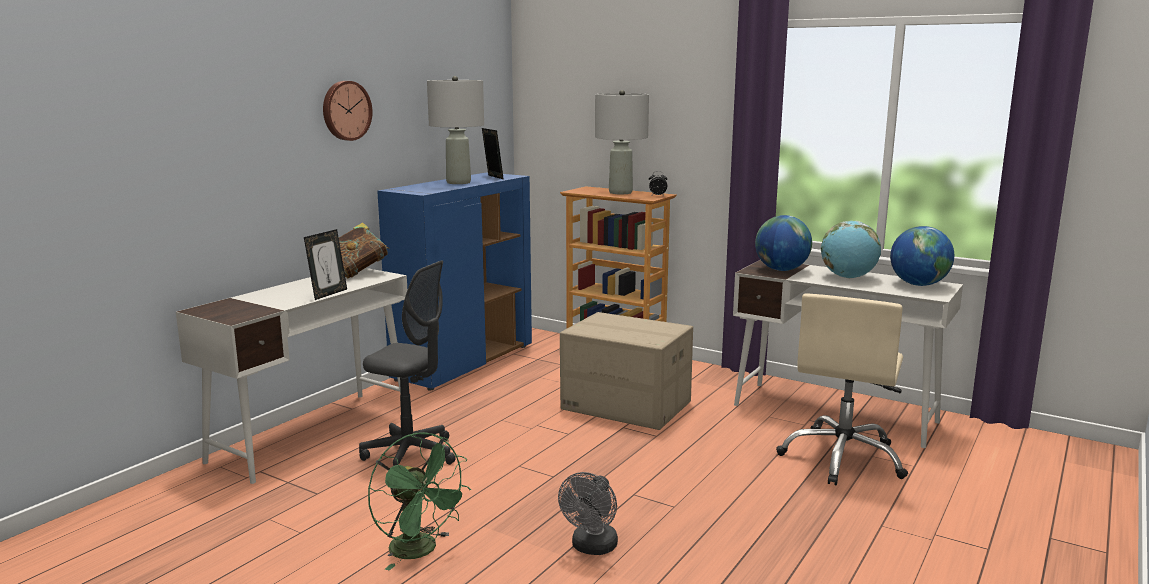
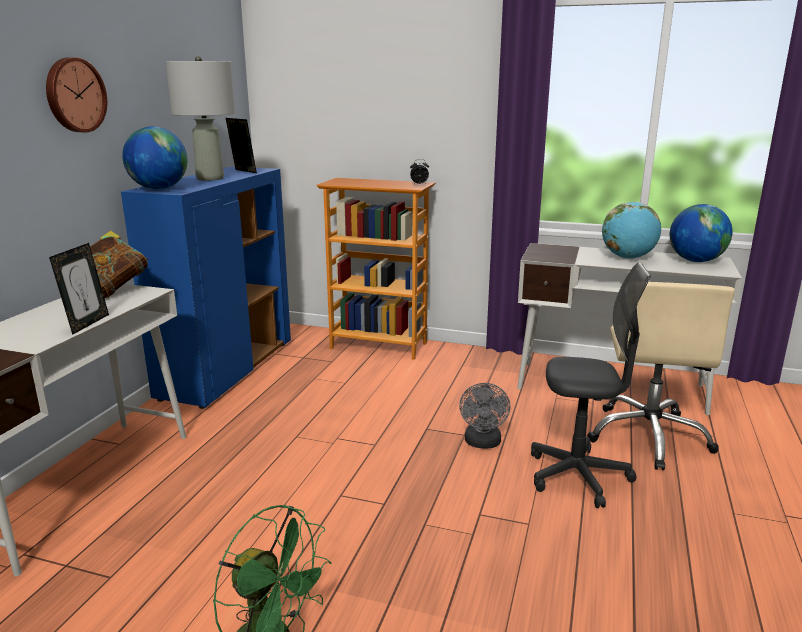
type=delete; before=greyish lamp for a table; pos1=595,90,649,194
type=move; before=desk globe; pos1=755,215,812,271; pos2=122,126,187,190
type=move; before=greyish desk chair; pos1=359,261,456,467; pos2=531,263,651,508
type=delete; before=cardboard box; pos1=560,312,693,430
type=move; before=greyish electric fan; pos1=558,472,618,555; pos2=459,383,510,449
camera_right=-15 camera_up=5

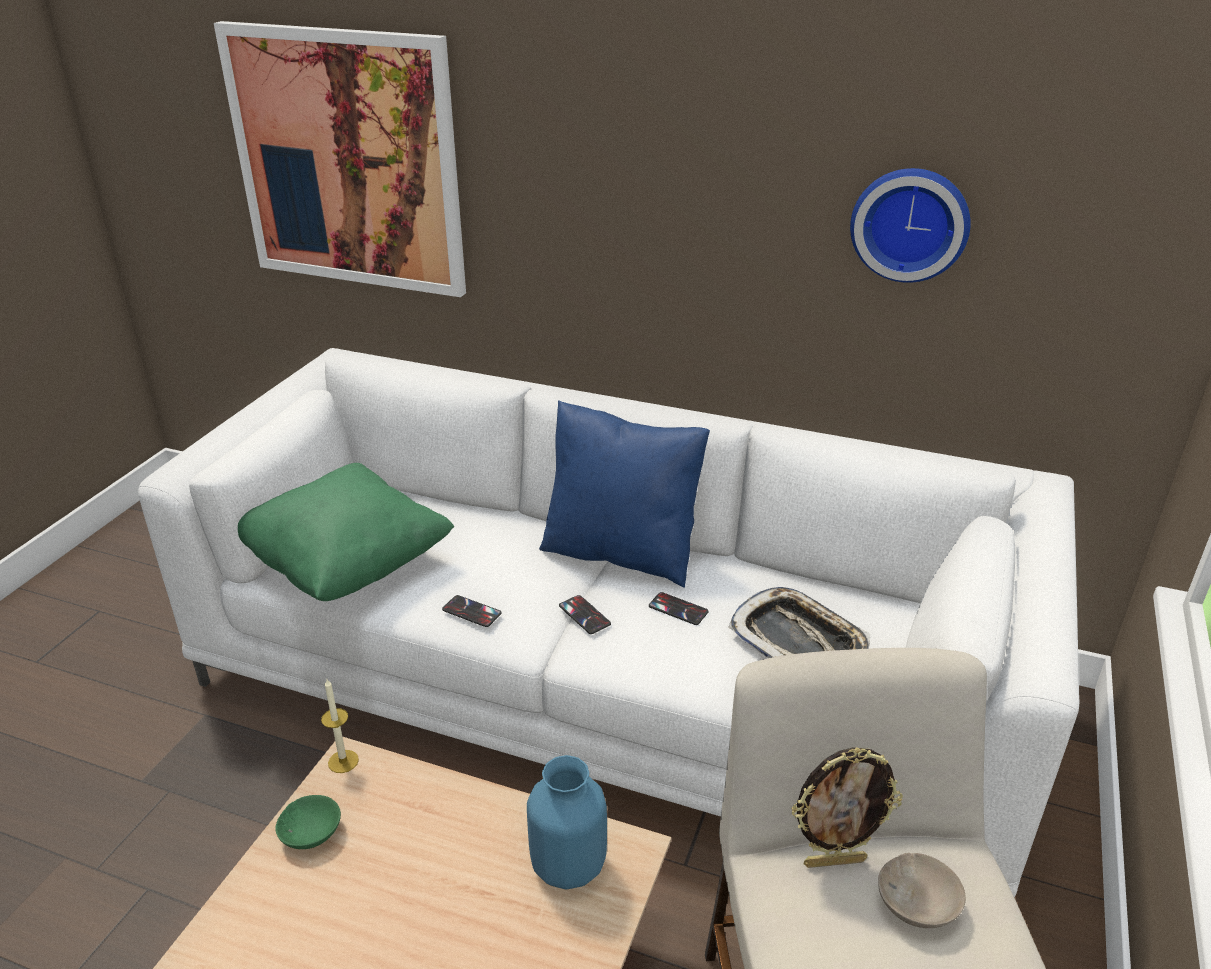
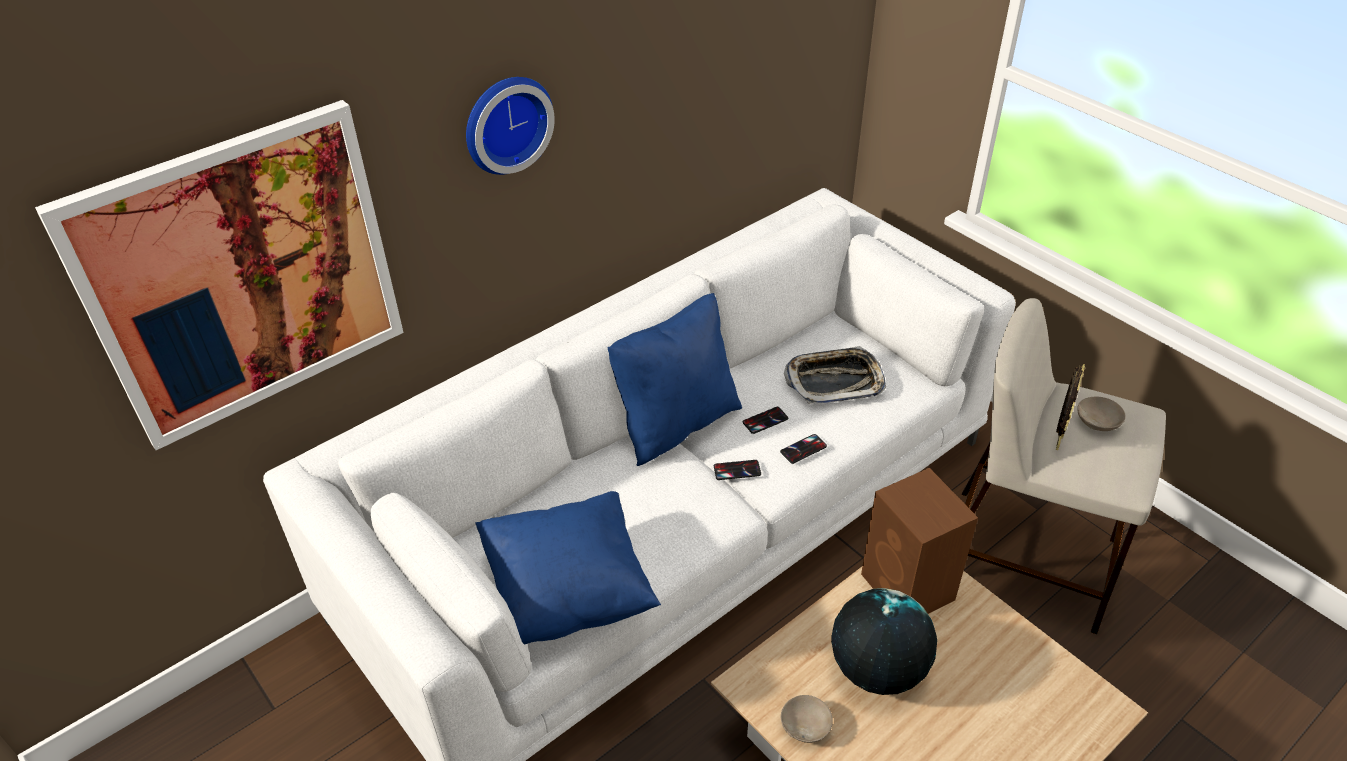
type=move; before=wall clock; pos1=850,168,971,283; pos2=466,77,555,175
type=recolor; before=greenish cushion; after=bluish cushion; pos1=238,463,454,601; pos2=475,491,661,645
type=move; before=handset; pos1=442,595,501,627; pos2=780,434,827,464
type=delete; before=wax light; pos1=321,679,359,773
type=replace; before=bluish decorative vase; after=brown-coloured audio speaker; pos1=527,755,607,889; pos2=861,468,978,614
type=recolor; before=greenish deep dish; after=sand-coloured deep dish; pos1=275,795,341,849; pos2=781,695,833,743
type=insert; after=desk globe; pos2=831,588,937,695
camera_right=-60 camera_up=10

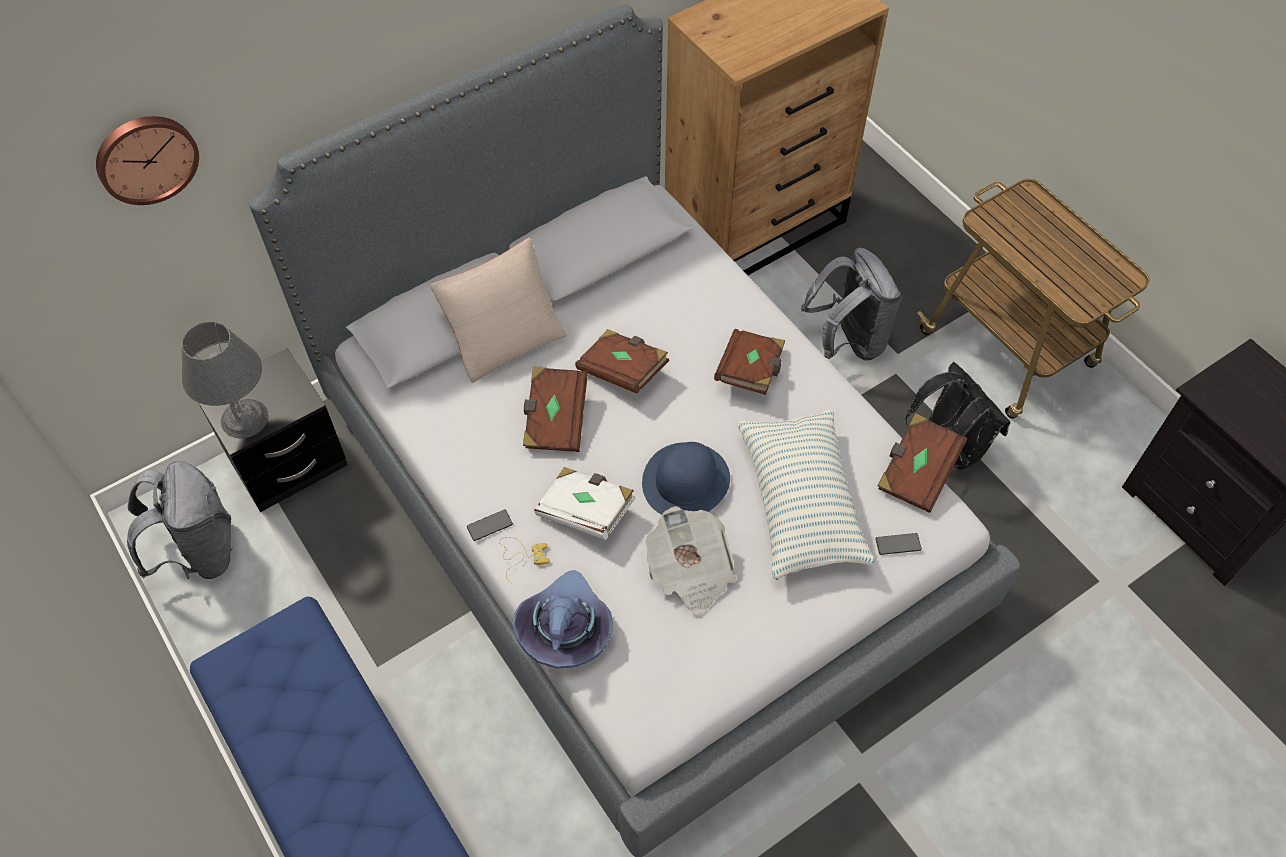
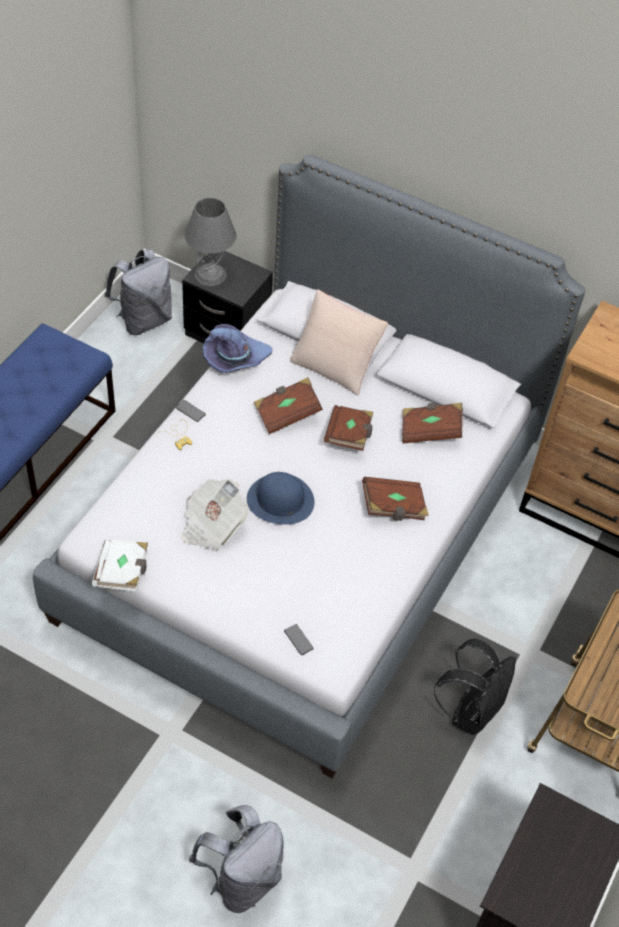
type=delete; before=wall clock; pos1=96,116,199,205
type=move; before=greyish backpack; pos1=801,248,902,361; pos2=189,805,284,913
type=delete; before=cushion; pos1=737,410,876,580
type=move; before=brown-coloured bound book; pos1=877,413,967,513; pos2=402,403,463,443
type=move; before=whitish bound book; pos1=534,467,635,540; pos2=92,539,148,592
type=move; before=purple wearable hat; pos1=512,570,613,668; pos2=203,324,273,373
camera_right=60 camera_up=-5

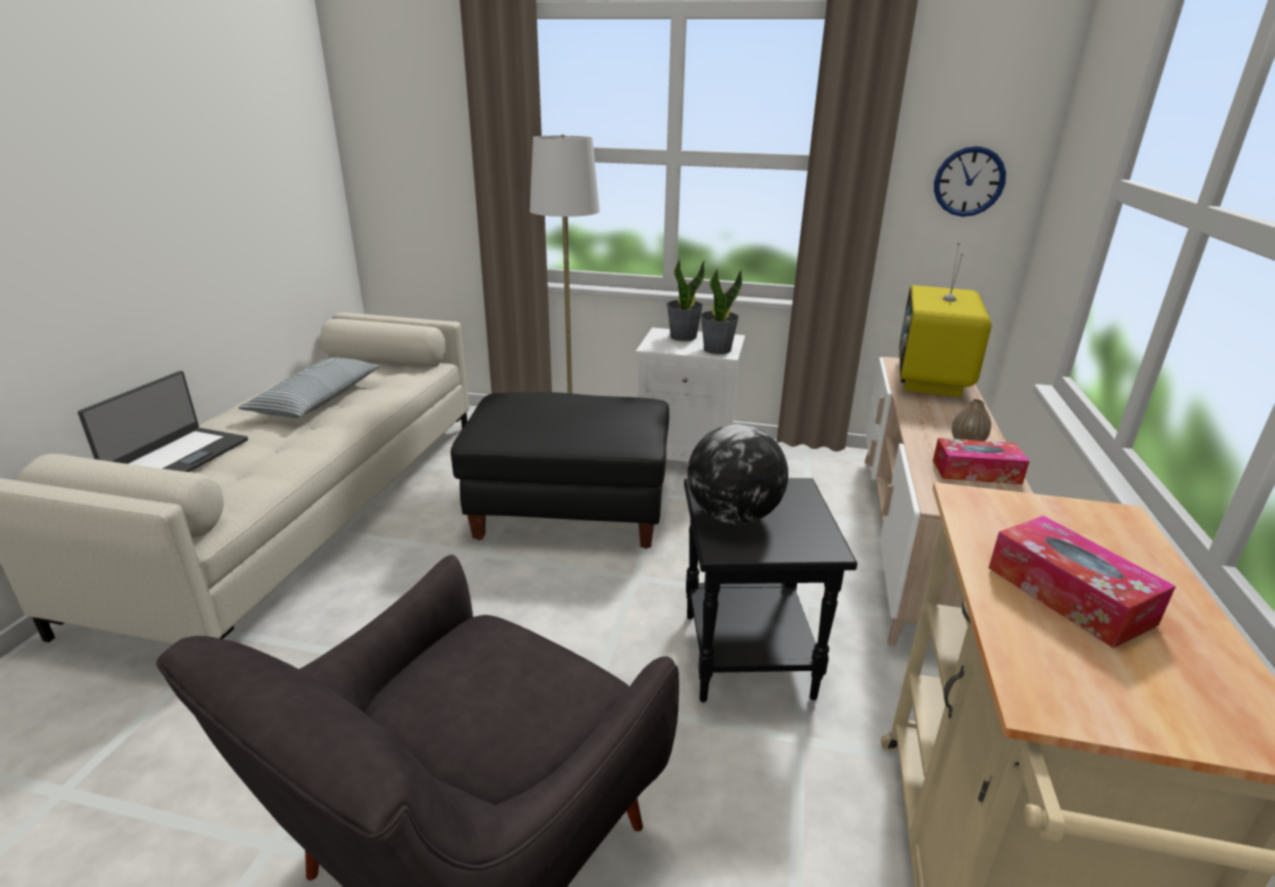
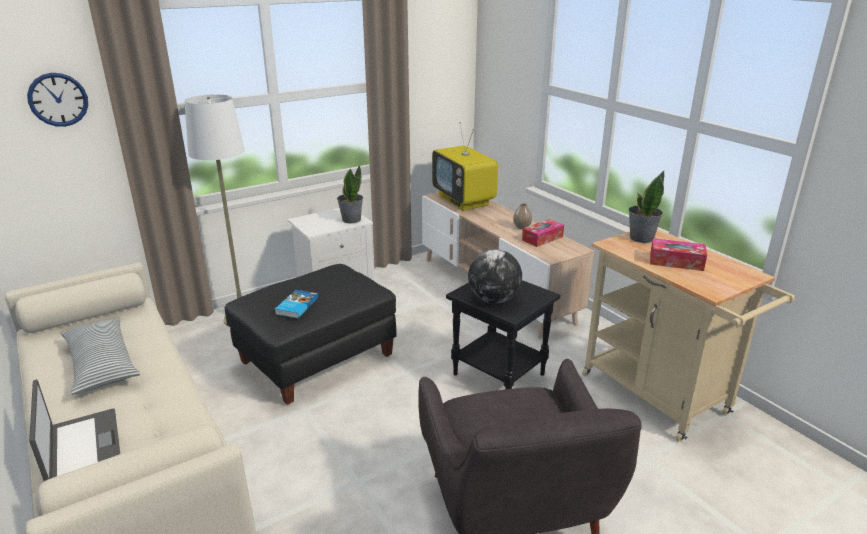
type=move; before=wall clock; pos1=934,146,1006,217; pos2=27,73,88,127
type=move; before=plant in a pot; pos1=666,259,705,341; pos2=629,171,665,243
type=insert; after=bound book; pos2=275,290,318,318
camera_right=-45 camera_up=0

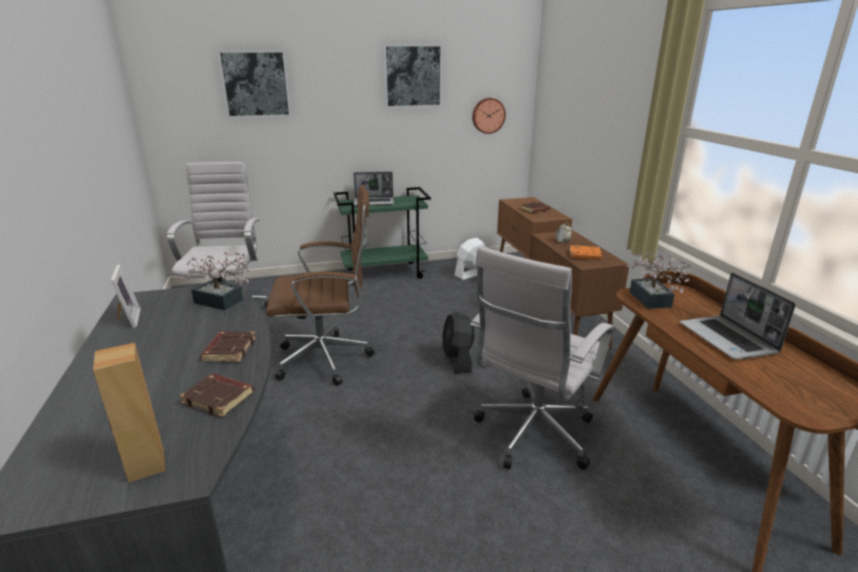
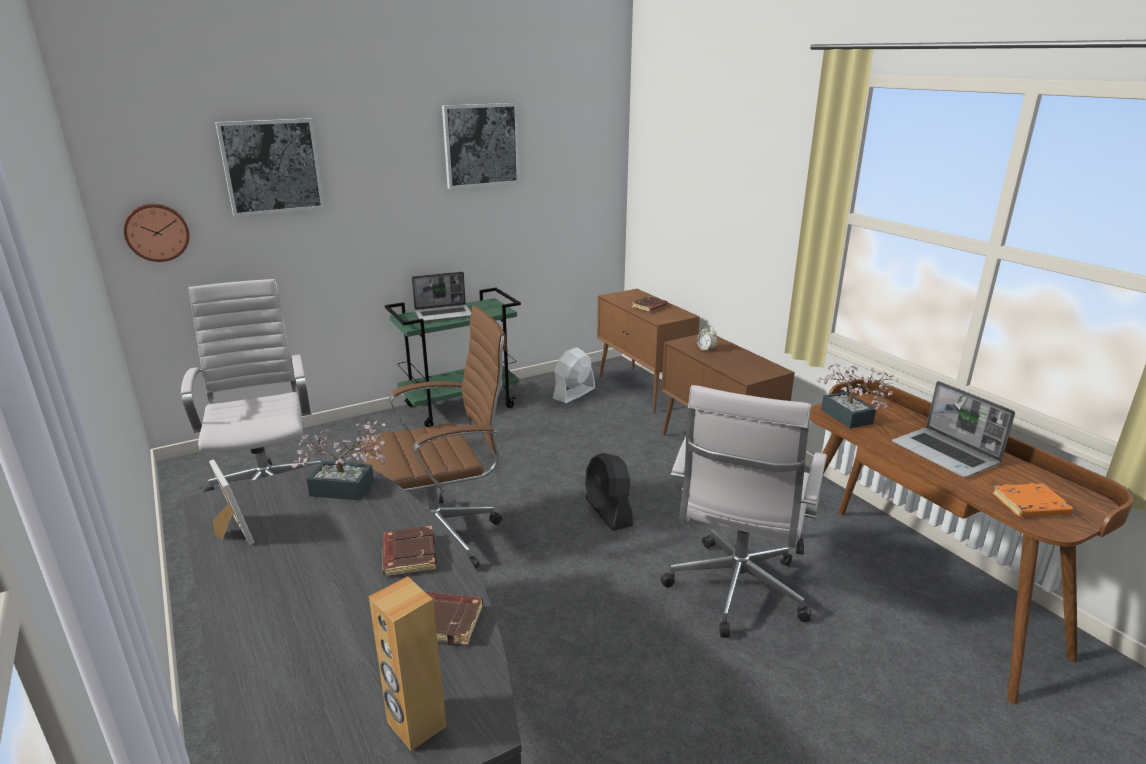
type=move; before=wall clock; pos1=472,98,506,134; pos2=124,204,190,262
type=move; before=orangey bound book; pos1=569,245,602,260; pos2=992,483,1073,517
camera_right=-15 camera_up=0

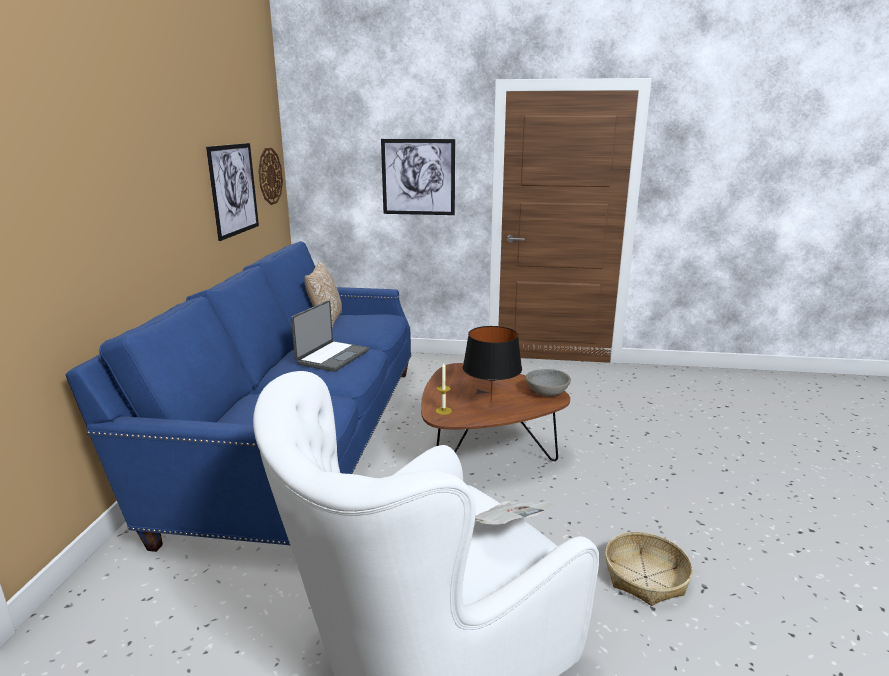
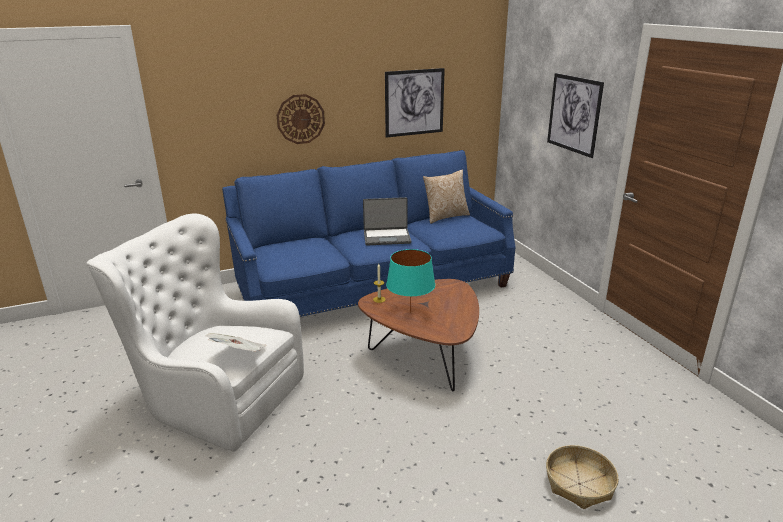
type=move; before=wall clock; pos1=258,148,283,205; pos2=277,94,325,144
type=recolor; before=blackish lamp for a table; after=turquoise-coloured lamp for a table; pos1=463,326,522,403; pos2=386,249,435,313
type=delete; before=greyish deep dish; pos1=526,369,571,396
type=move; before=storage basket; pos1=605,532,693,606; pos2=546,445,619,509
camera_right=60 camera_up=5

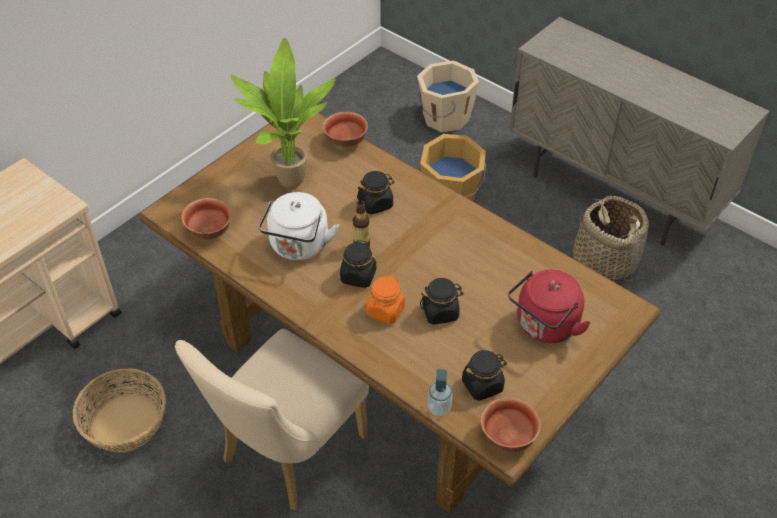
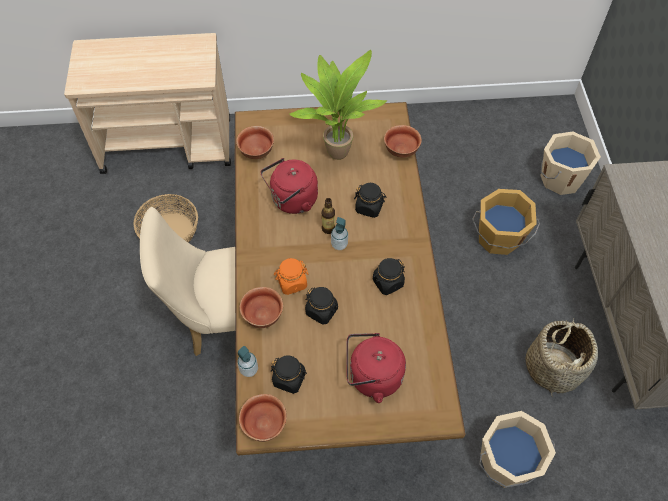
type=recolor; before=whitish tea kettle; after=reddish tea kettle; pos1=258,192,339,260; pos2=260,158,318,214
type=move; before=blackish preserve jar; pos1=340,240,376,288; pos2=373,258,405,295
type=insert; after=soap dispenser; pos2=331,217,348,250
type=insert; after=deep dish; pos2=239,287,283,328
type=insert; after=sand-coloured bucket; pos2=479,411,556,488
camera_right=45 camera_up=10

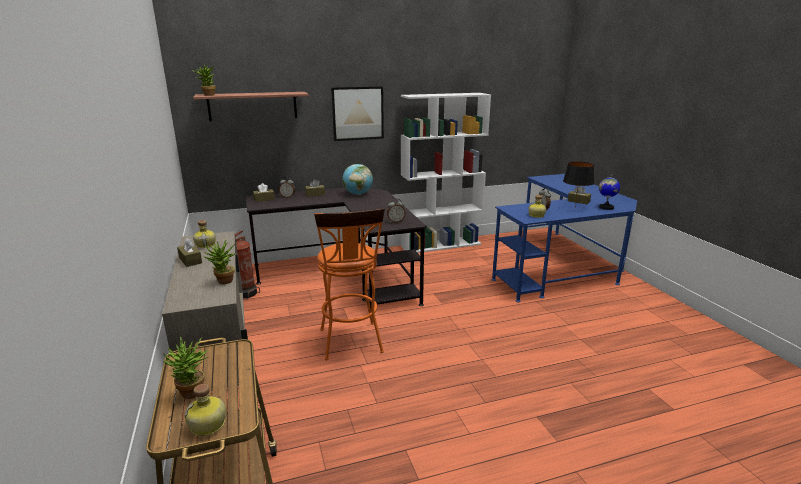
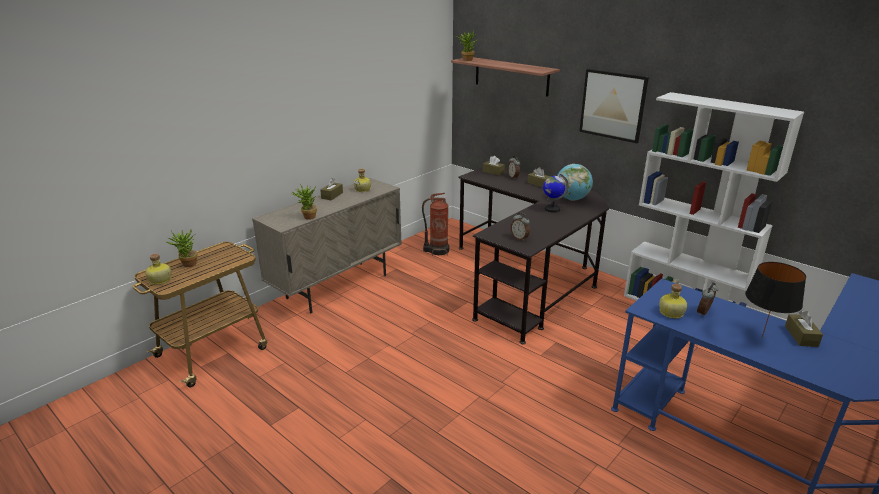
type=move; before=desk globe; pos1=599,175,620,210; pos2=543,174,569,213
type=delete; before=orangey sitting stool; pos1=314,208,385,360
camera_right=60 camera_up=5

